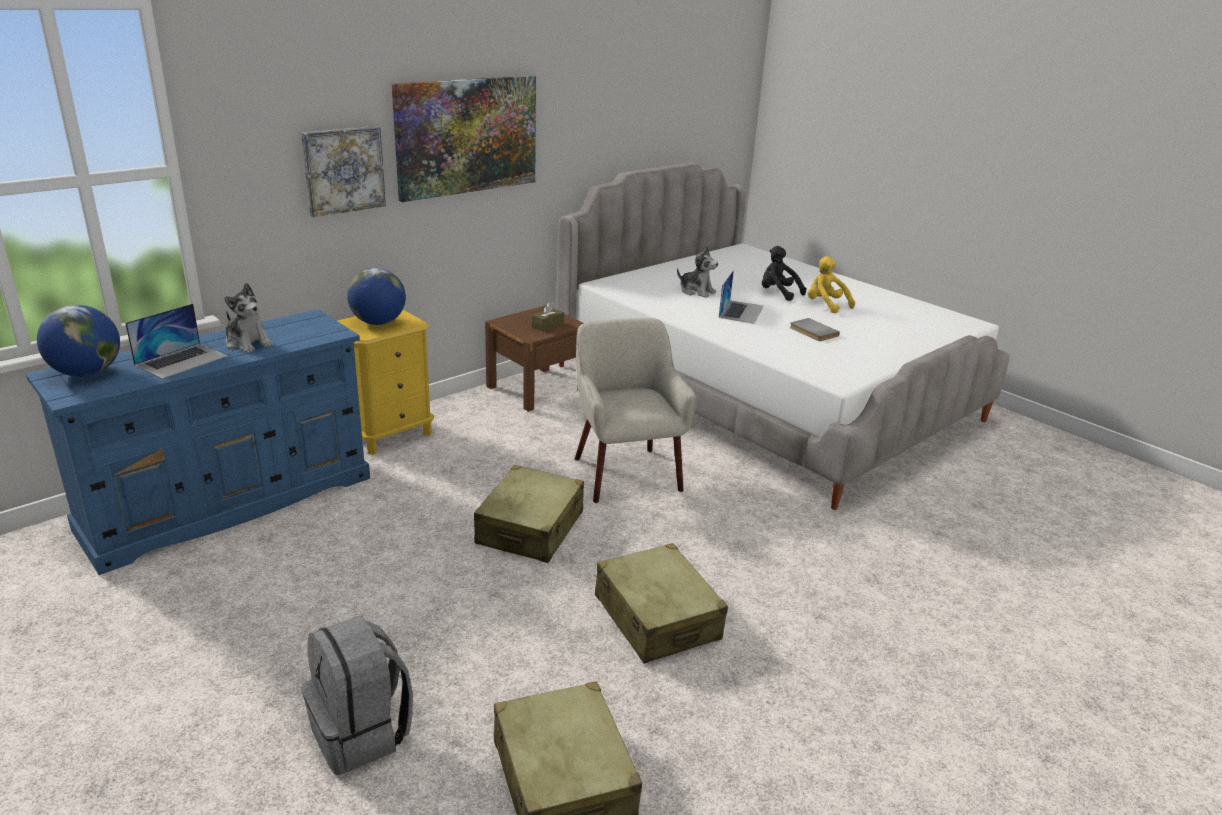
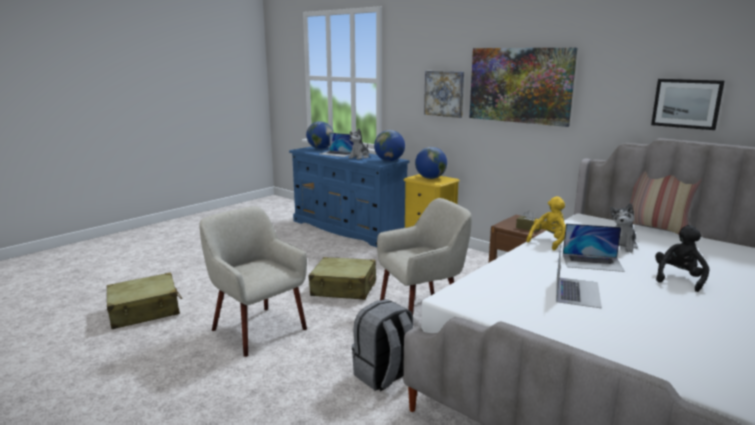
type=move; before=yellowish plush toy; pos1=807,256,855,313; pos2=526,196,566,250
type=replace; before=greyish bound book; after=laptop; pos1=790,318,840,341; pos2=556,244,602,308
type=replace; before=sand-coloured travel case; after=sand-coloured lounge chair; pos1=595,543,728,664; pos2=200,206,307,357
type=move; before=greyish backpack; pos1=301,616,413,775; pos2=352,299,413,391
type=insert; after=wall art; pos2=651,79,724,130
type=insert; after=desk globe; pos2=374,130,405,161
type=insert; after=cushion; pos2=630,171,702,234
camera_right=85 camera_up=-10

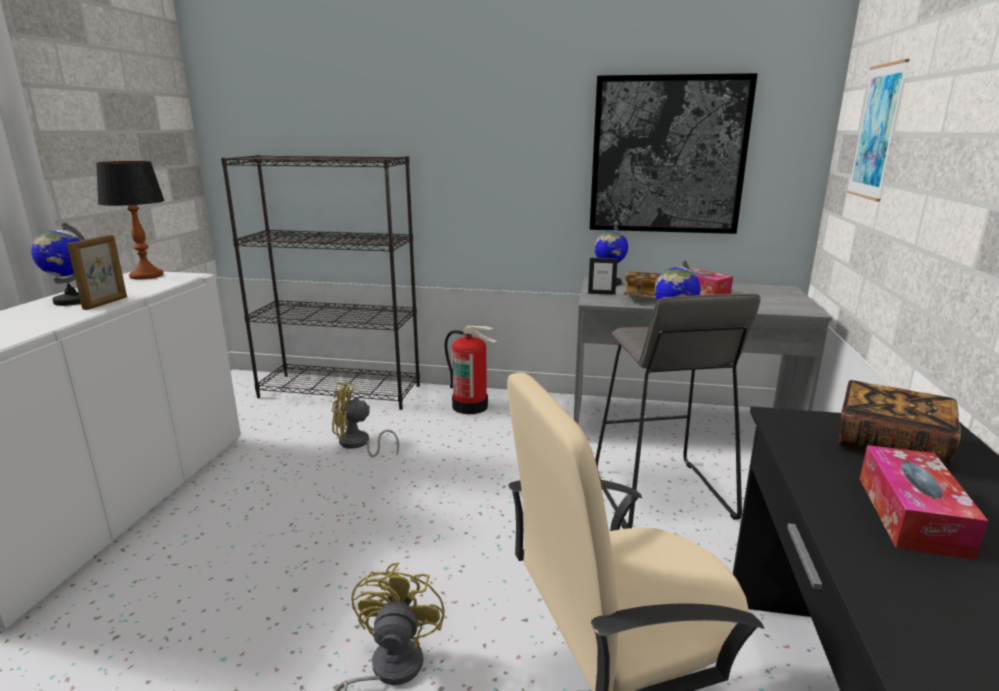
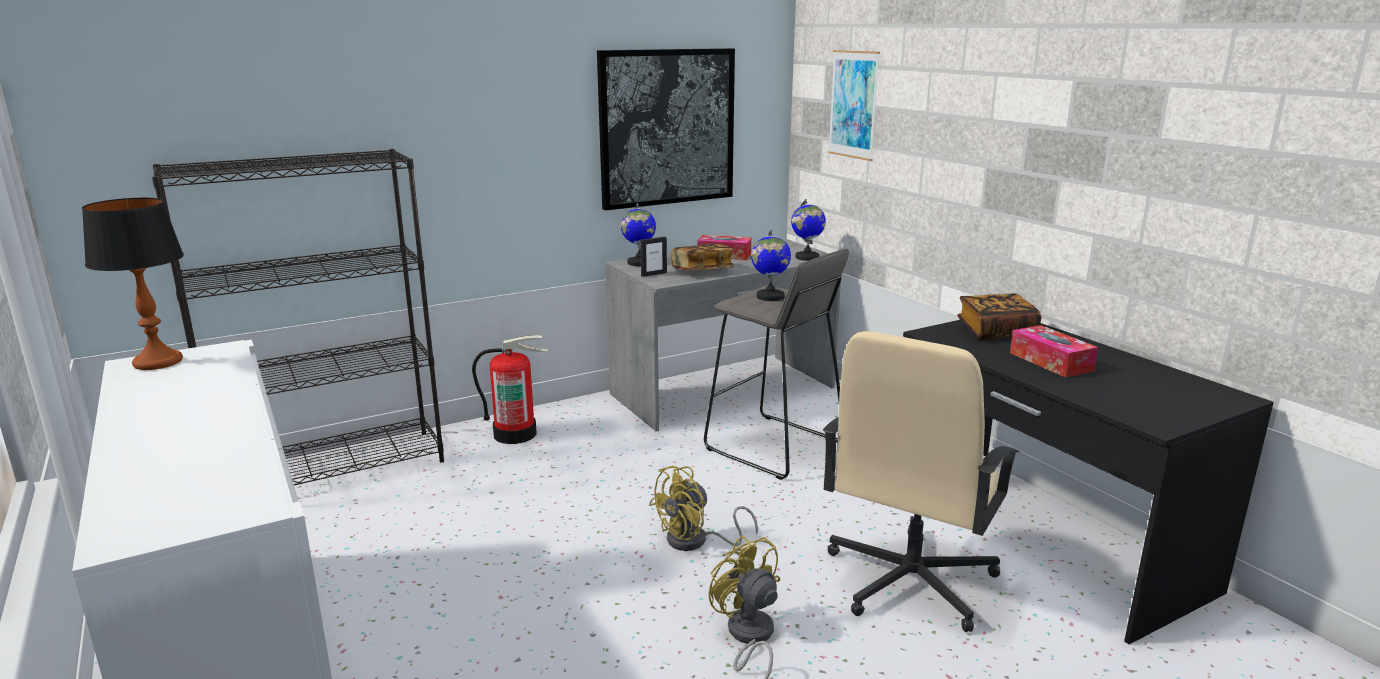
type=move; before=desk globe; pos1=31,223,85,306; pos2=791,199,826,261
type=delete; before=photo frame; pos1=67,235,127,310
type=move; before=yellowish electric fan; pos1=332,382,399,457; pos2=649,465,758,551
camera_right=-40 camera_up=0

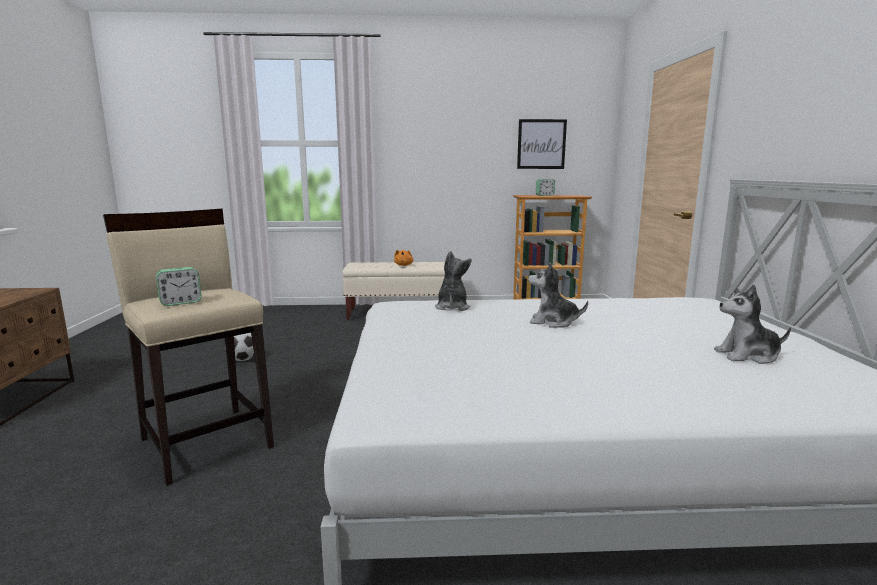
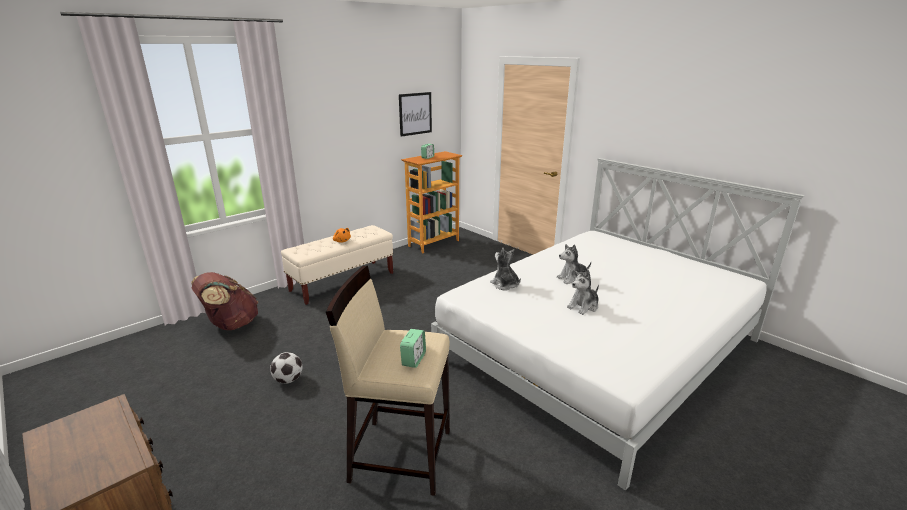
type=move; before=plush toy; pos1=714,285,791,364; pos2=567,270,599,315
type=insert; after=brown-coloured backpack; pos2=191,272,258,330
camera_right=-40 camera_up=10

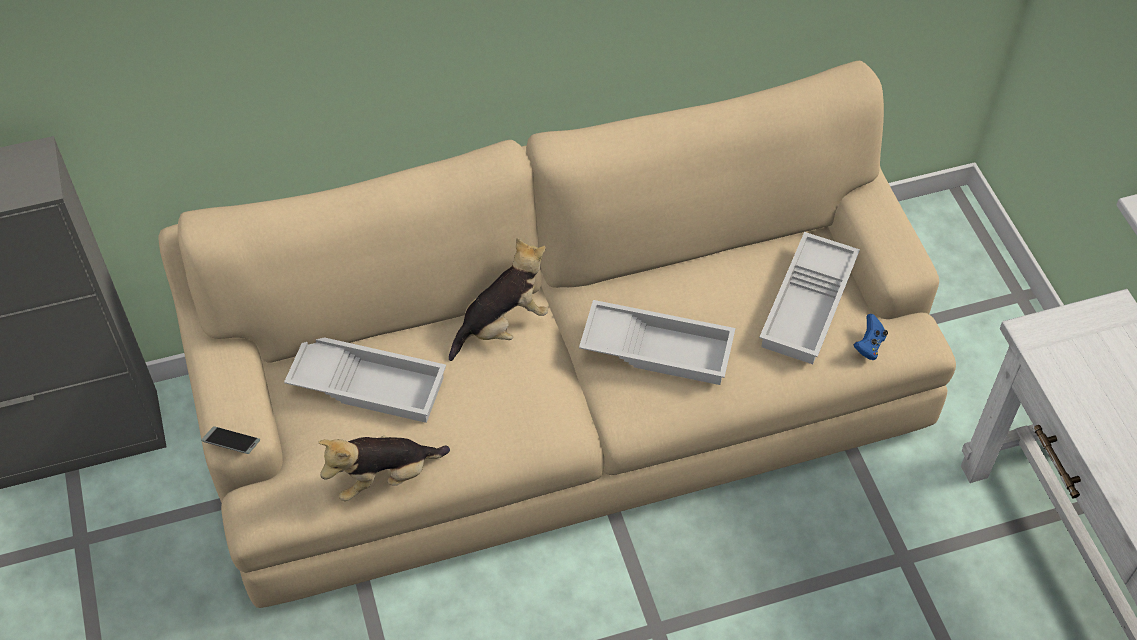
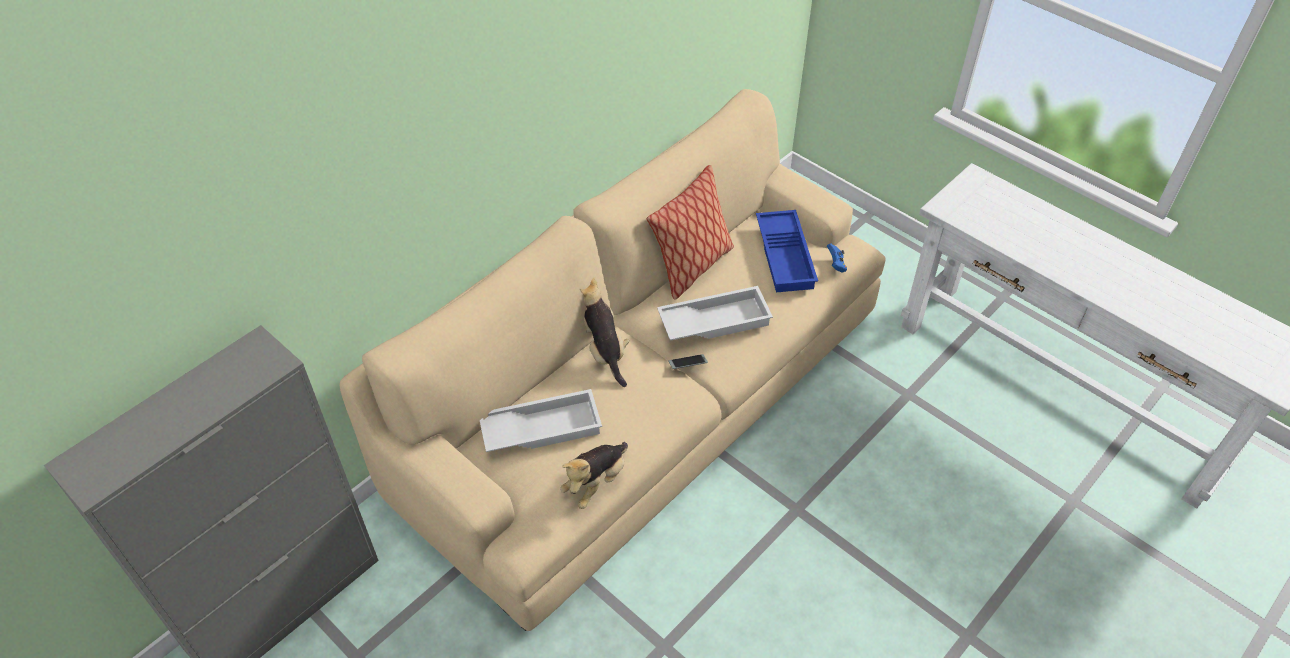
type=recolor; before=whitish tray; after=bluish tray; pos1=759,232,860,364; pos2=756,210,818,292
type=rotate; before=plush toy; pos1=449,238,548,361; pos2=580,278,629,387; turn=-45
type=move; before=handset; pos1=201,426,260,454; pos2=668,354,708,369
type=insert; after=cushion; pos2=647,165,734,300
camera_right=-30 camera_up=-5

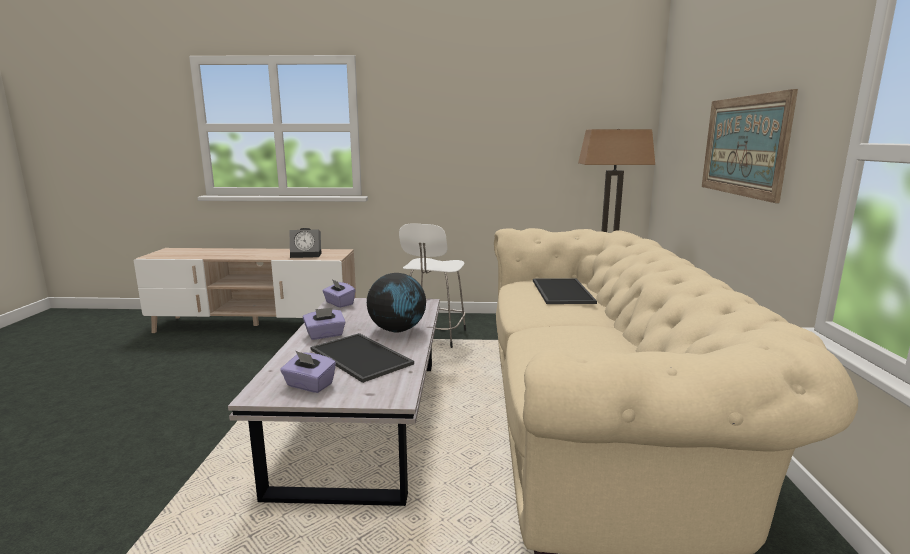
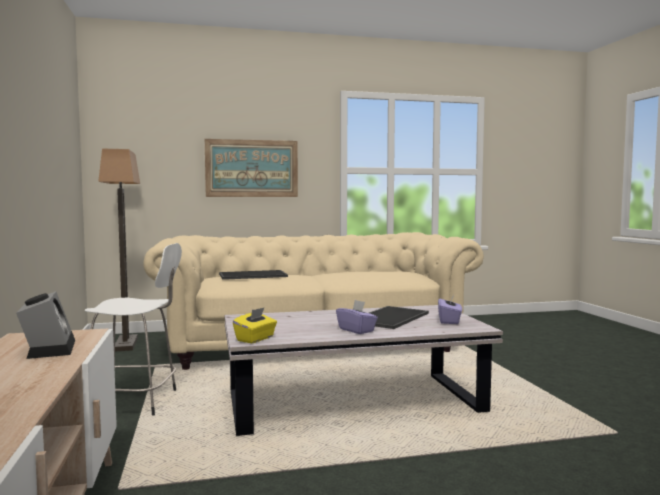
type=delete; before=desk globe; pos1=367,273,426,333
type=recolor; before=purple tissue box; after=yellowish tissue box; pos1=322,279,355,308; pos2=233,307,277,343
camera_right=-105 camera_up=-10

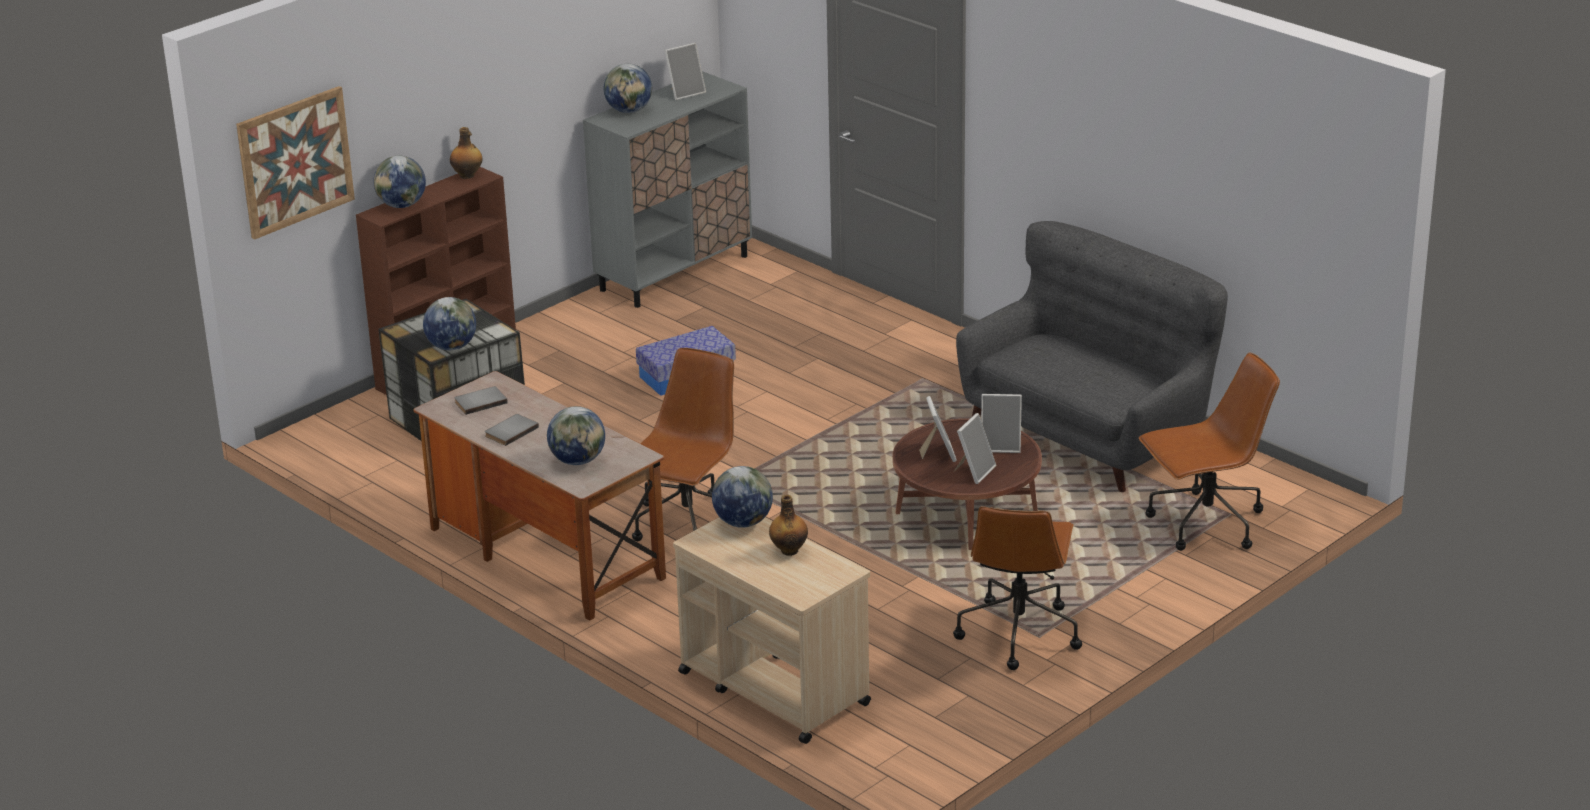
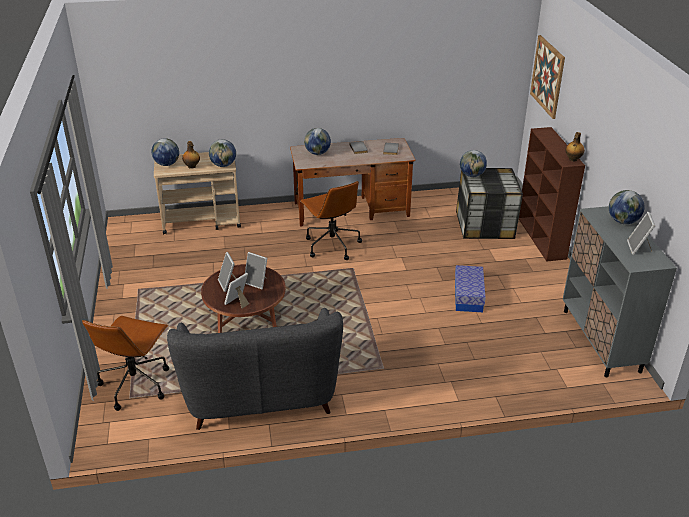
type=move; before=desk globe; pos1=373,156,426,208; pos2=151,138,179,166
type=delete; before=brown-coloured desk chair; pos1=953,506,1082,670
camera_right=125 camera_up=5

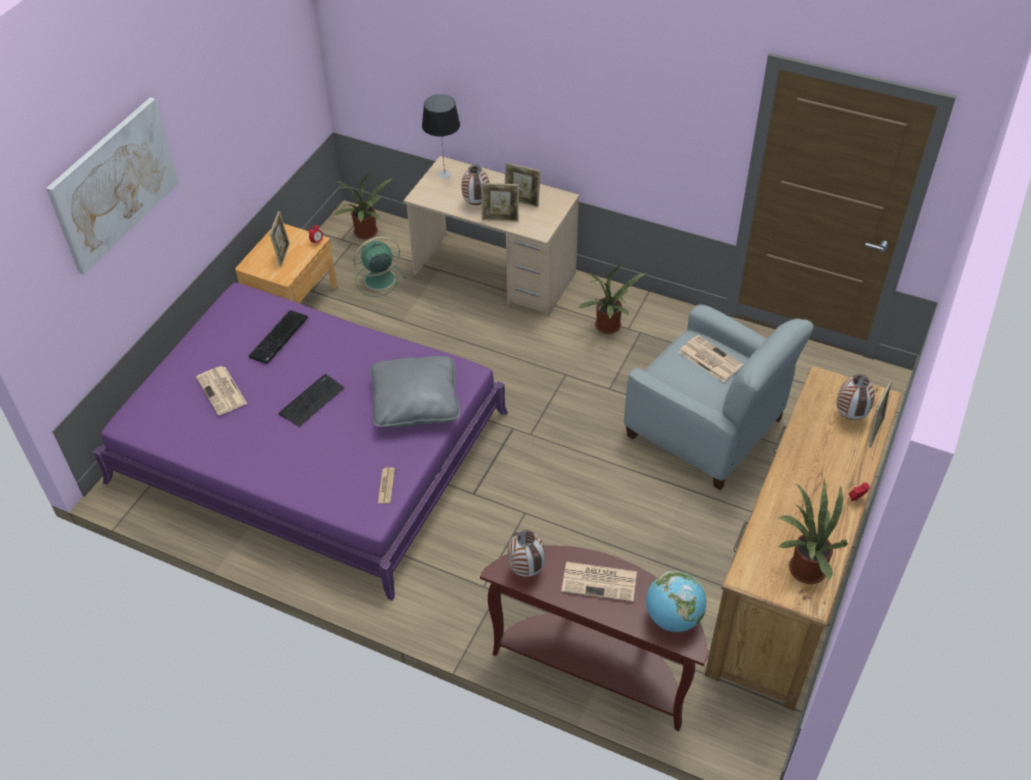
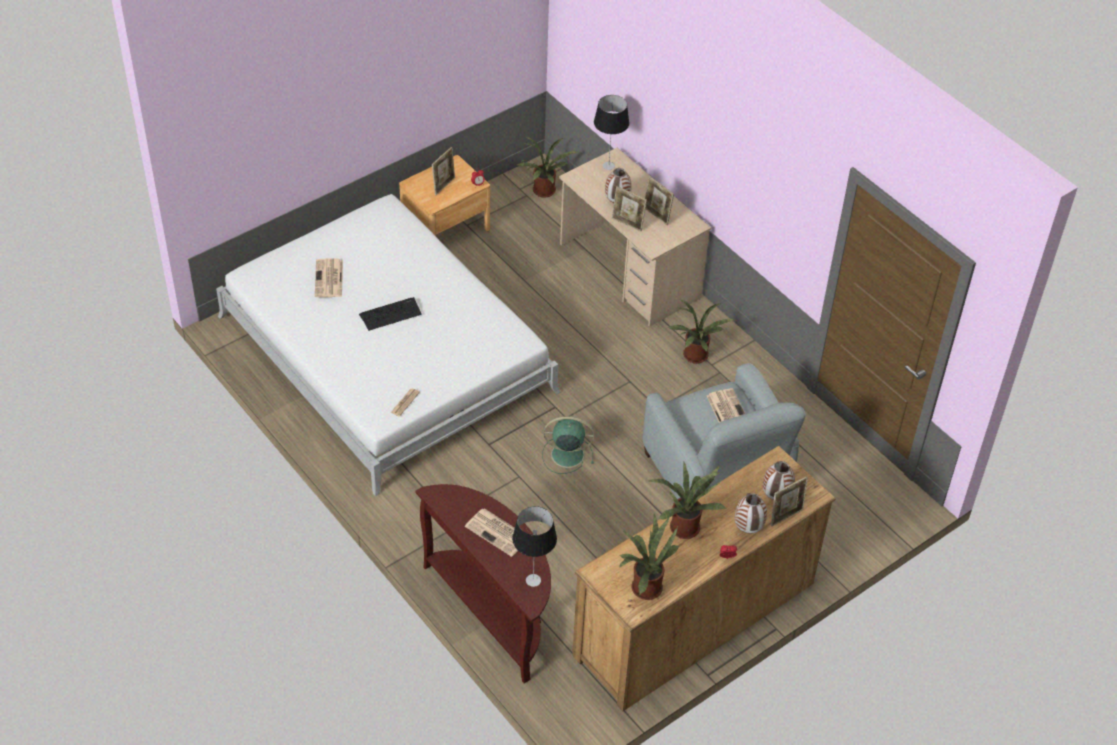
type=delete; before=wall art; pos1=46,97,179,275
type=move; before=greenish electric fan; pos1=353,236,406,297; pos2=542,417,594,474
type=recolor; before=purple bedroom bed; after=whitish bedroom bed; pos1=93,283,508,601; pos2=216,194,560,496
type=delete; before=PC keyboard; pos1=249,310,308,364
type=delete; before=greyish cushion; pos1=370,356,460,428
type=move; before=decorative vase; pos1=508,530,545,577; pos2=735,493,767,534
type=replace; before=desk globe; after=lamp for a table; pos1=646,571,706,632; pos2=512,506,557,587
type=insert; after=plant in a pot; pos2=649,462,726,539
camera_right=25 camera_up=0

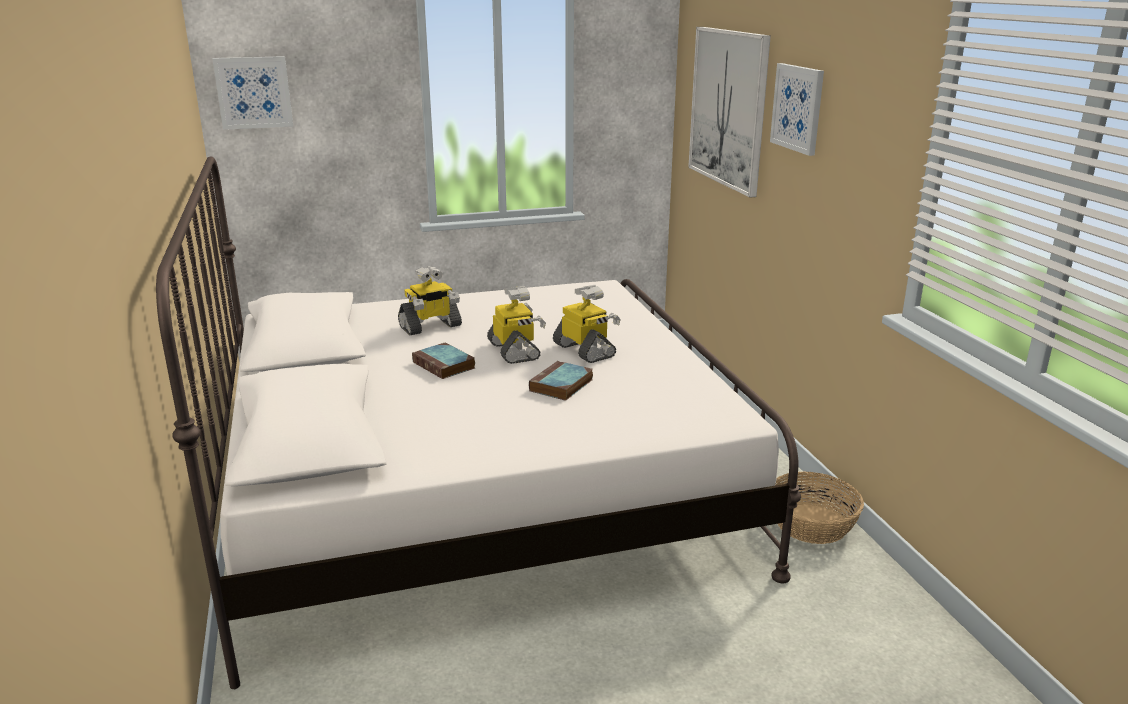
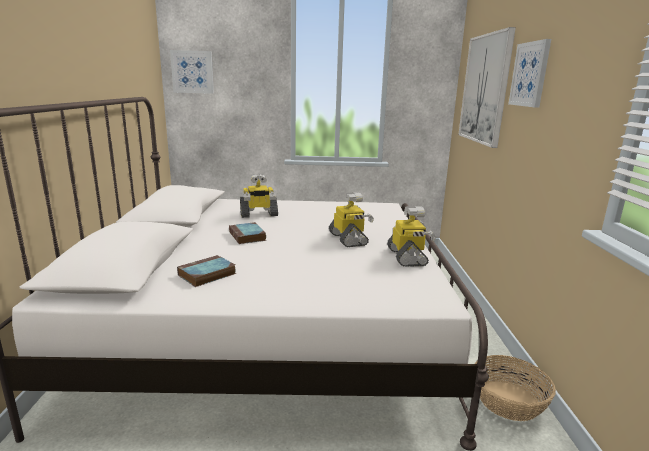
type=move; before=model robot; pos1=487,286,546,364; pos2=387,206,436,267
type=move; before=bound book; pos1=529,361,593,401; pos2=177,255,236,287
camera_right=15 camera_up=-5

